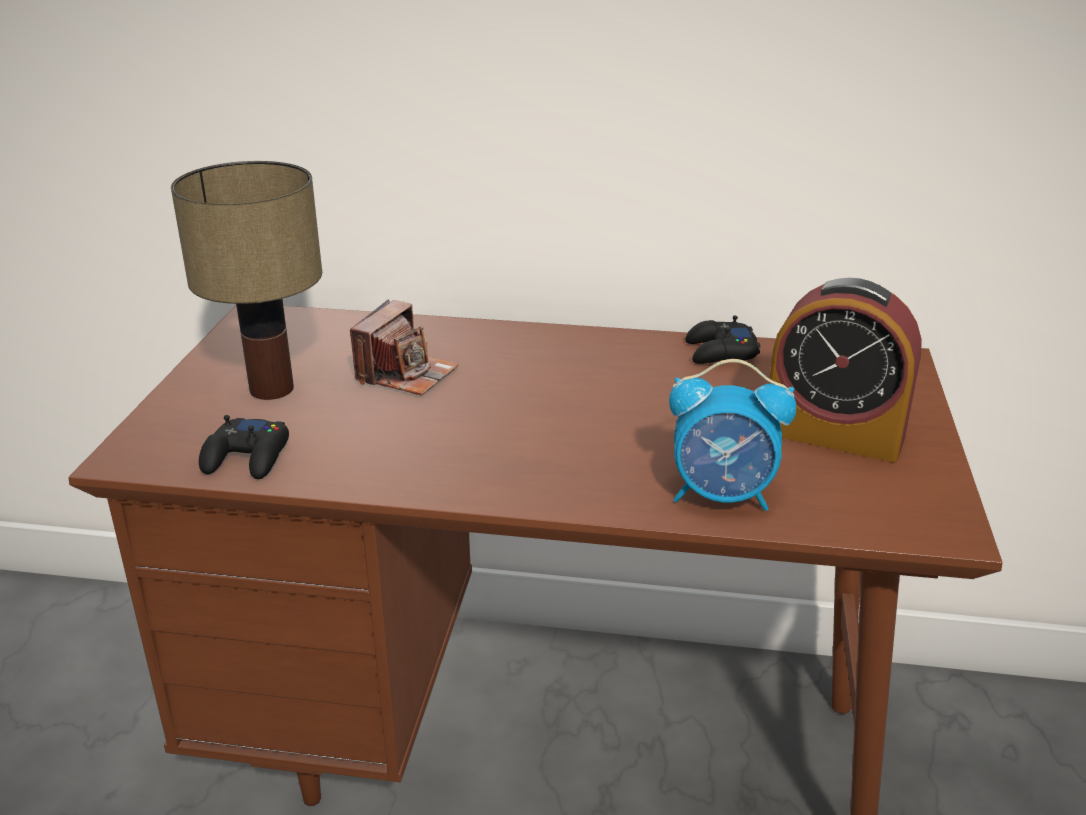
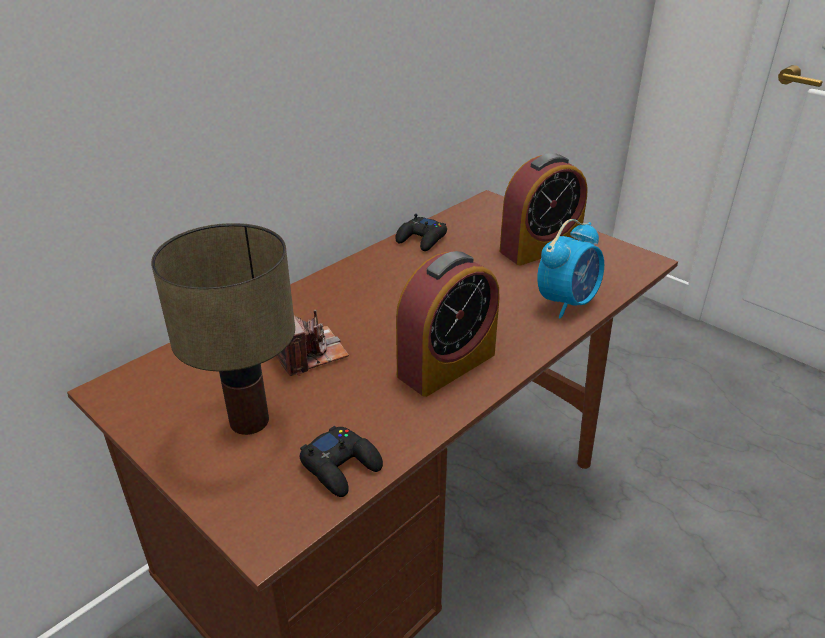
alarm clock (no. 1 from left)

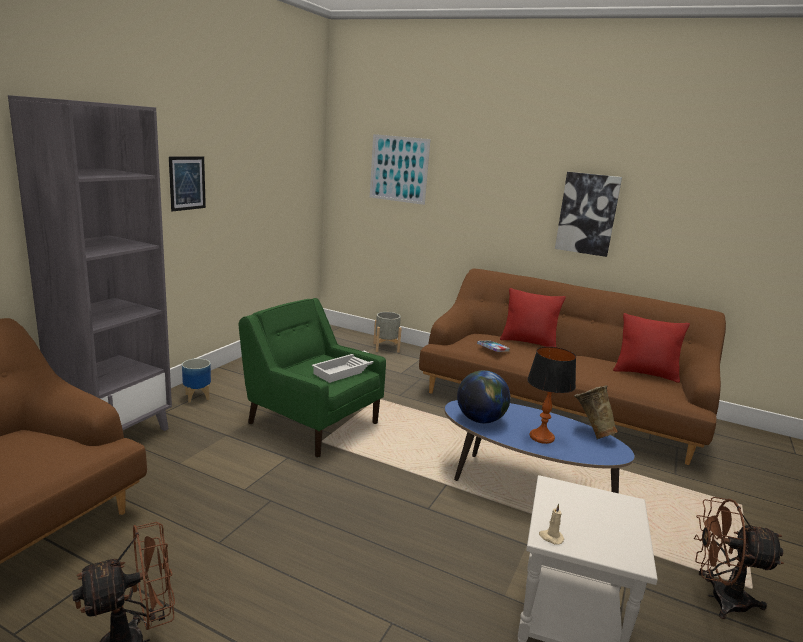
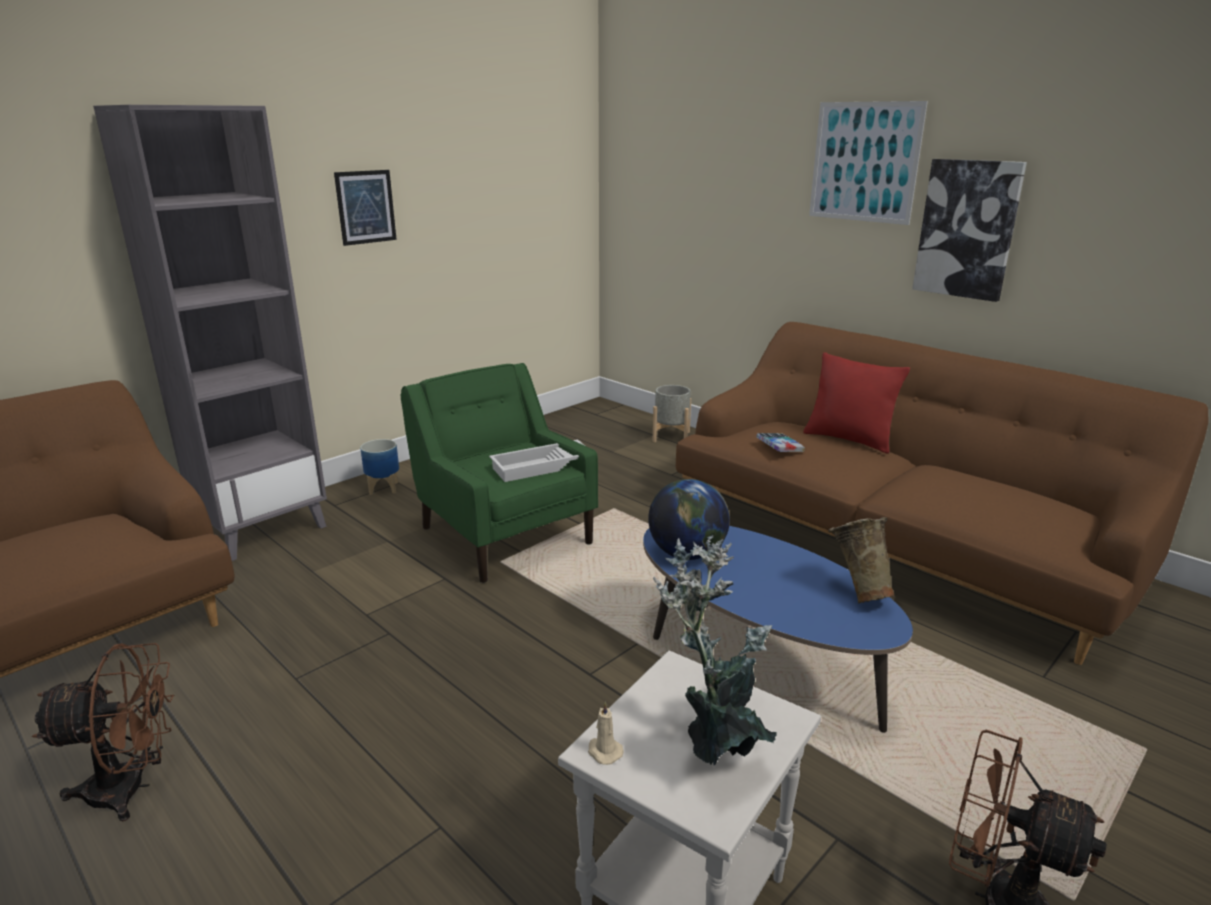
table lamp
red pillow (no. 2 from left in the first image)
potted plant
picture (no. 2 from left)

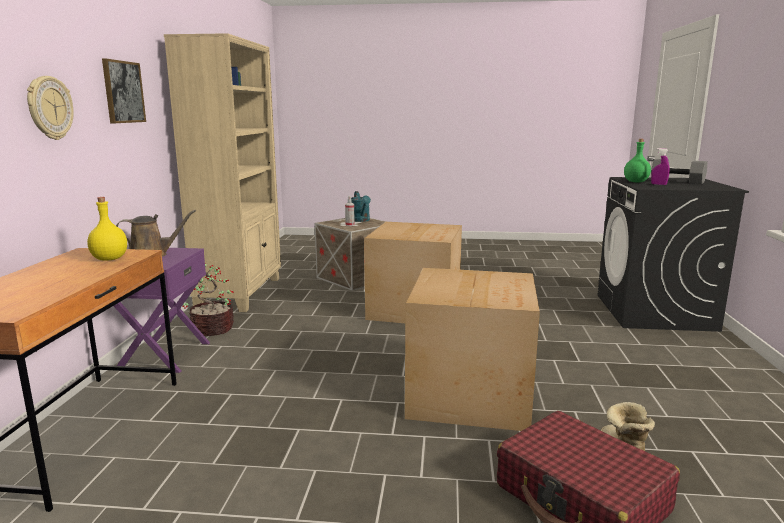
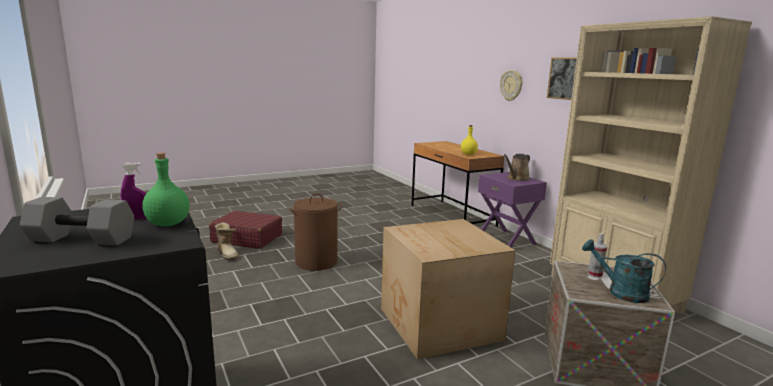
potted plant
brown laundry basket

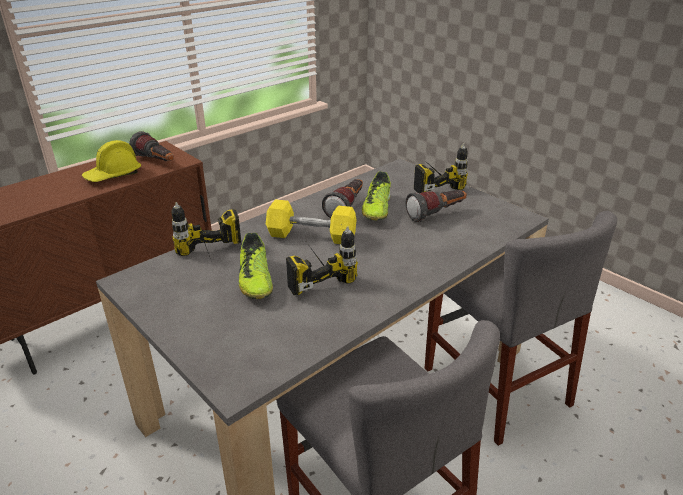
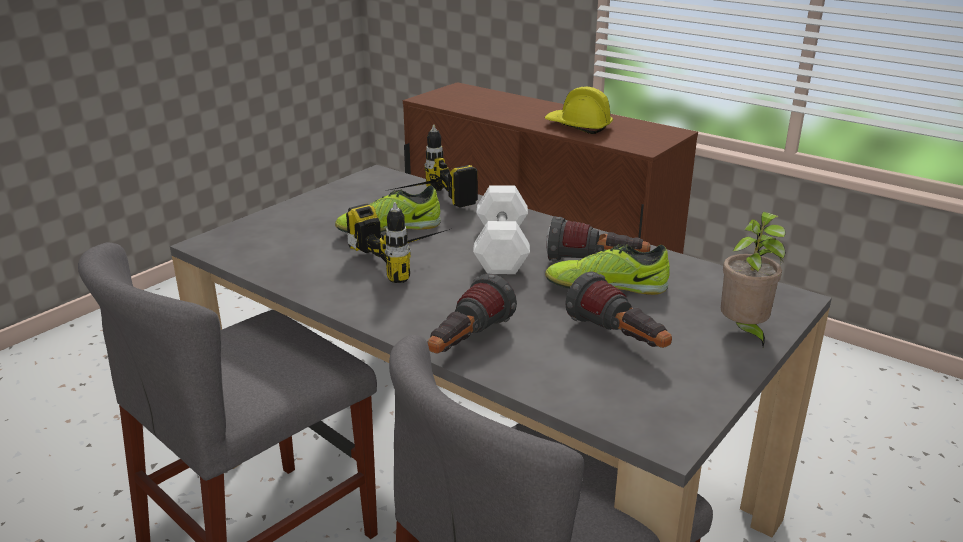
flashlight (no. 1 from left)
potted plant
white dumbbell

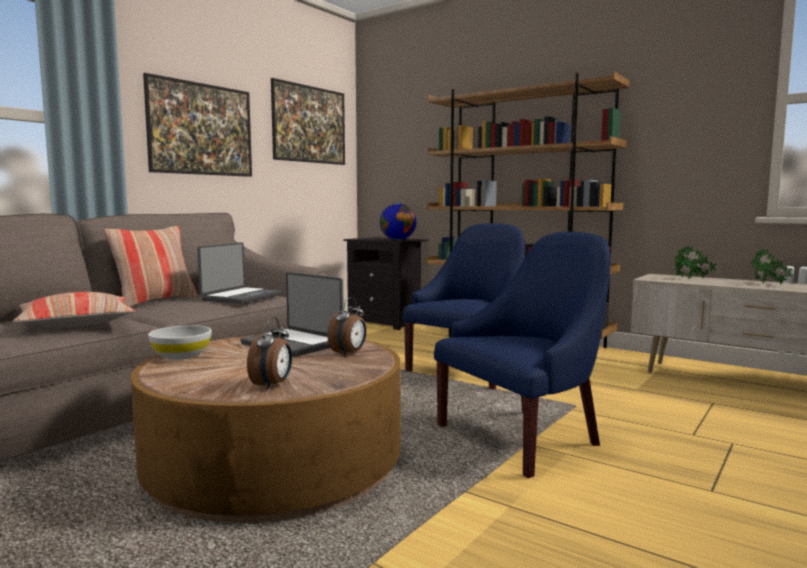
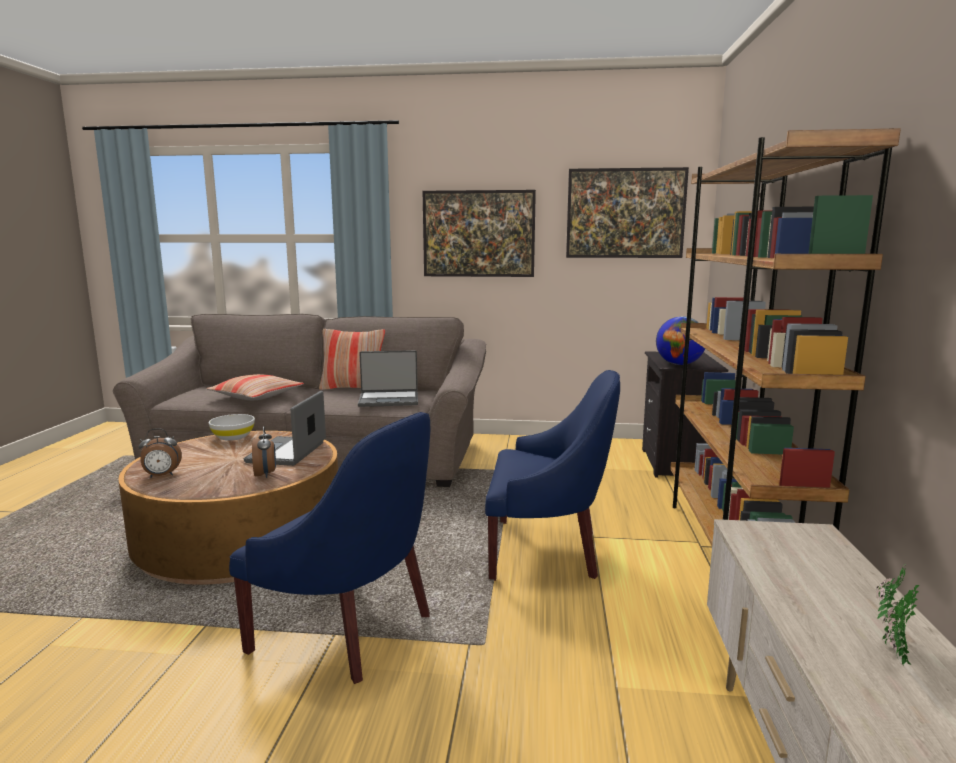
potted plant (no. 1 from left in the first image)
alarm clock (no. 2 from left)

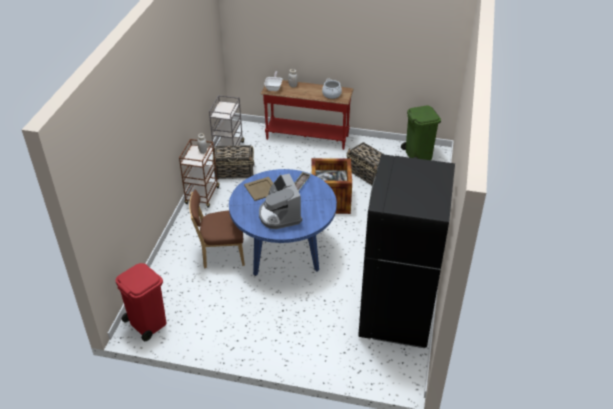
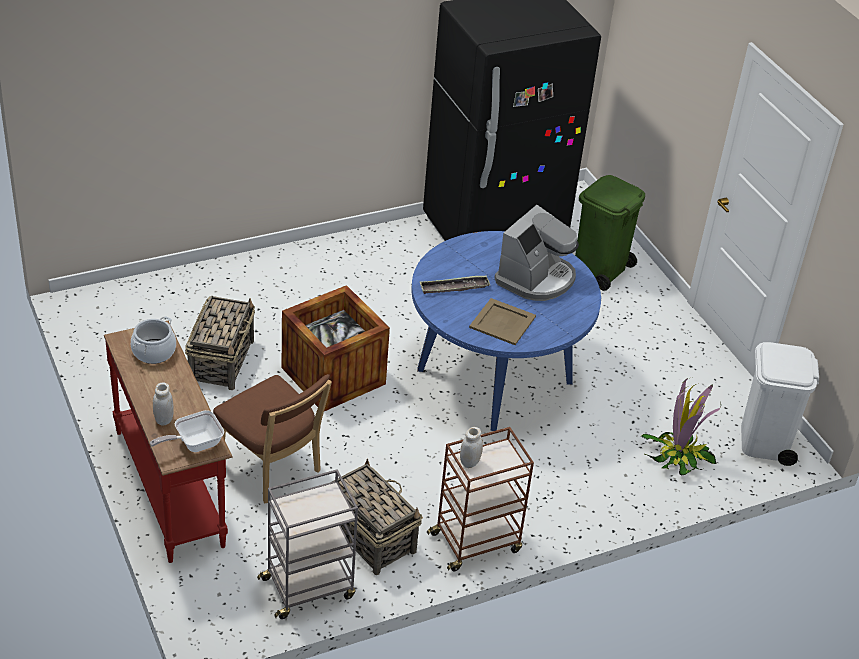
potted plant
brown chair
green trash can
white trash can

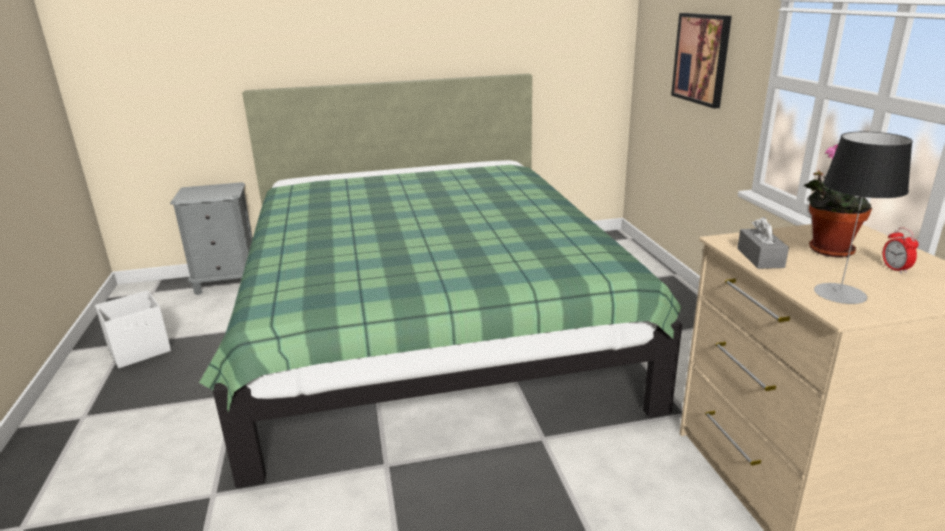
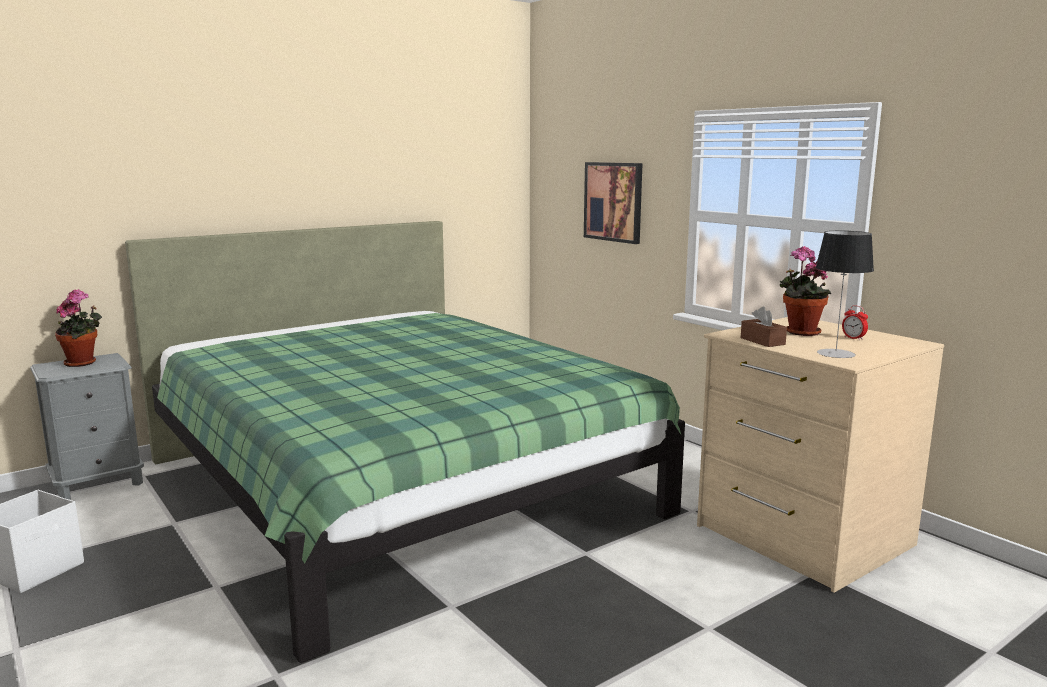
potted plant (no. 1 from left)
brown tissue box

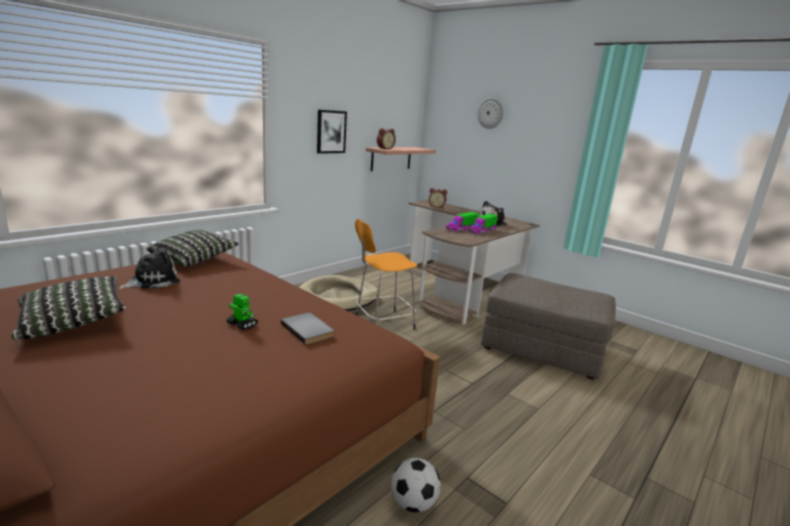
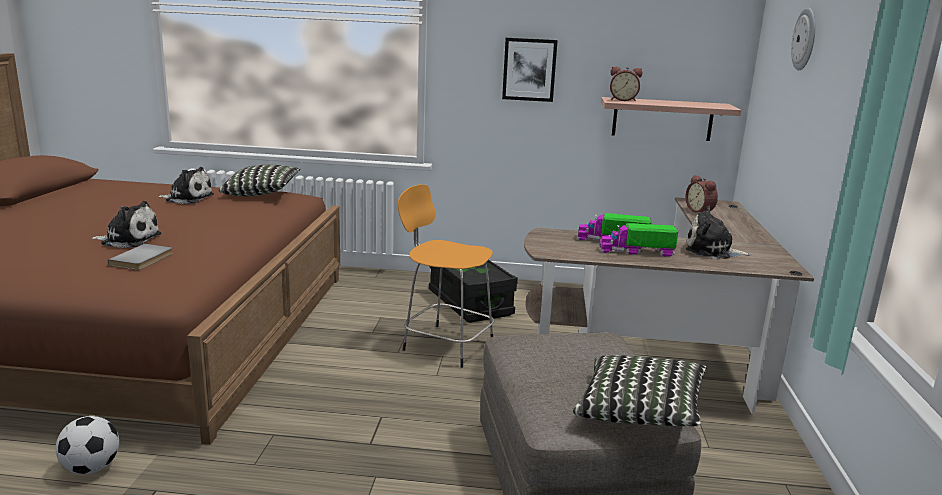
pillow (no. 2 from left)
plush toy (no. 1 from left)
black storage box

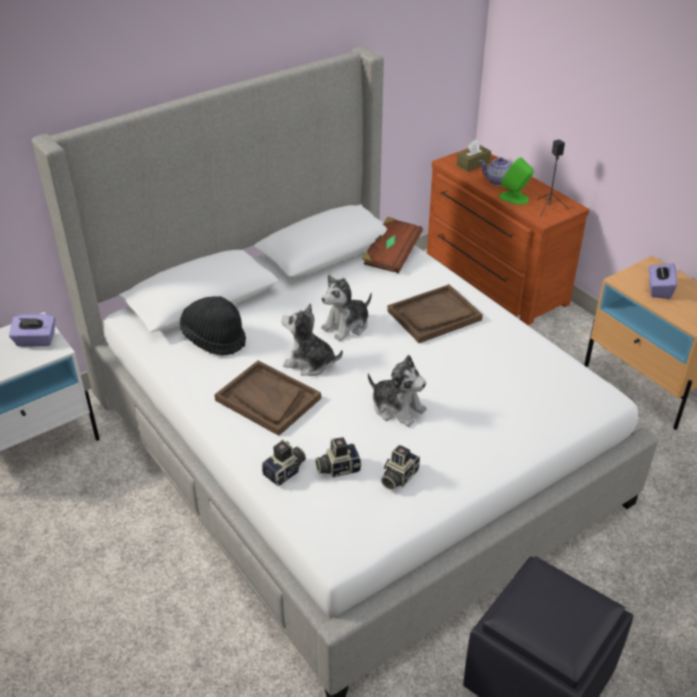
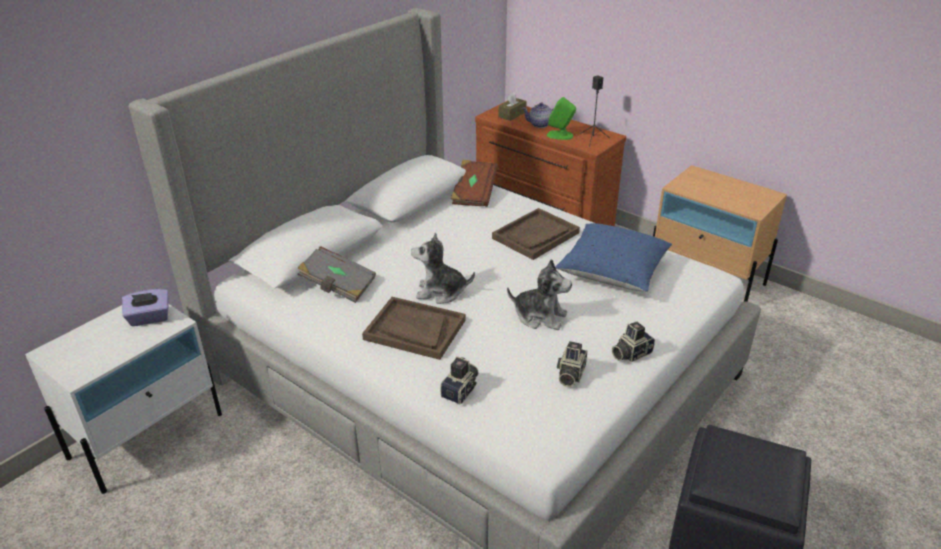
plush toy (no. 2 from left in the first image)
purple tissue box (no. 2 from left in the first image)
blue pillow
photo camera (no. 3 from left)
grey book

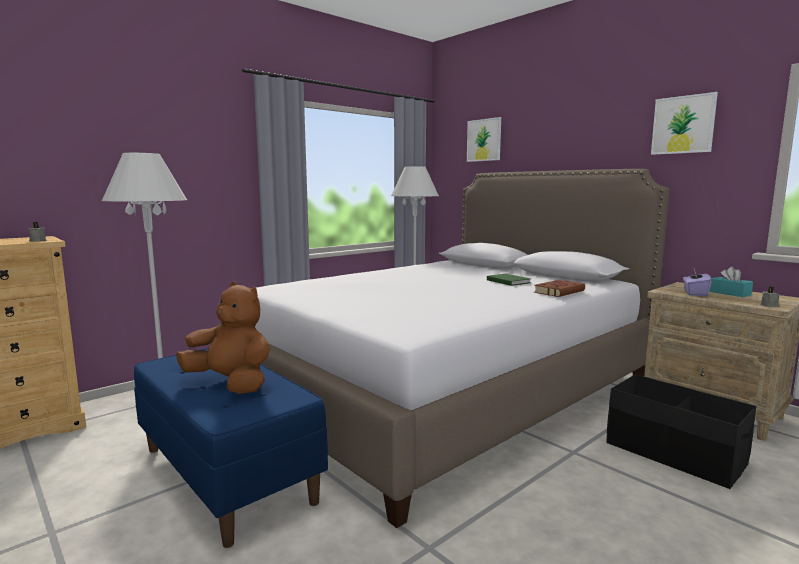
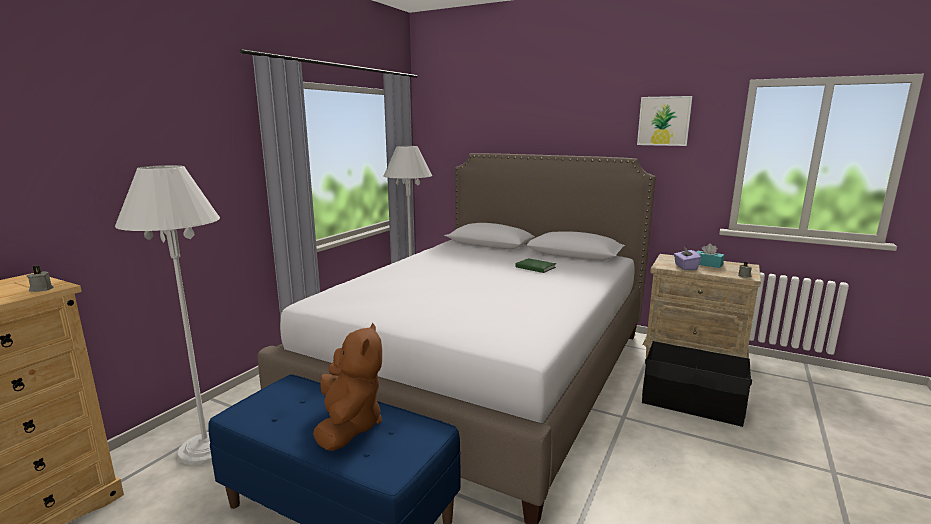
picture (no. 1 from left in the first image)
brown book
brown plush toy

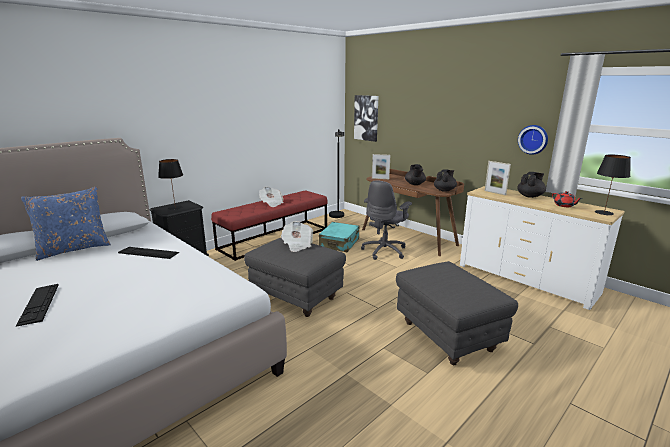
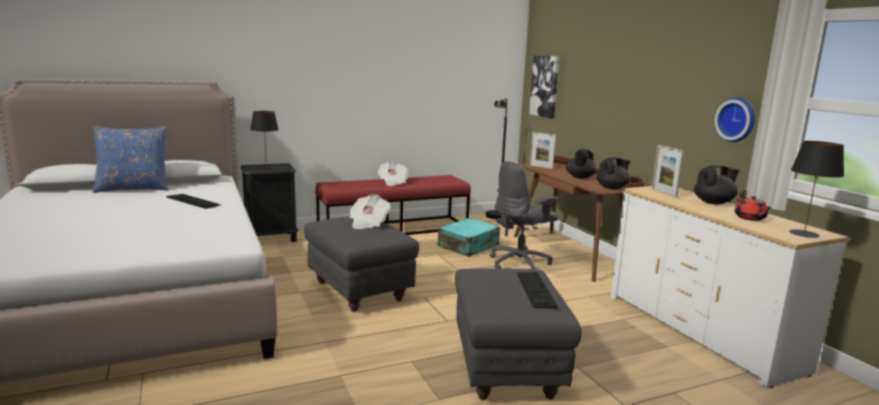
keyboard (no. 2 from left)

